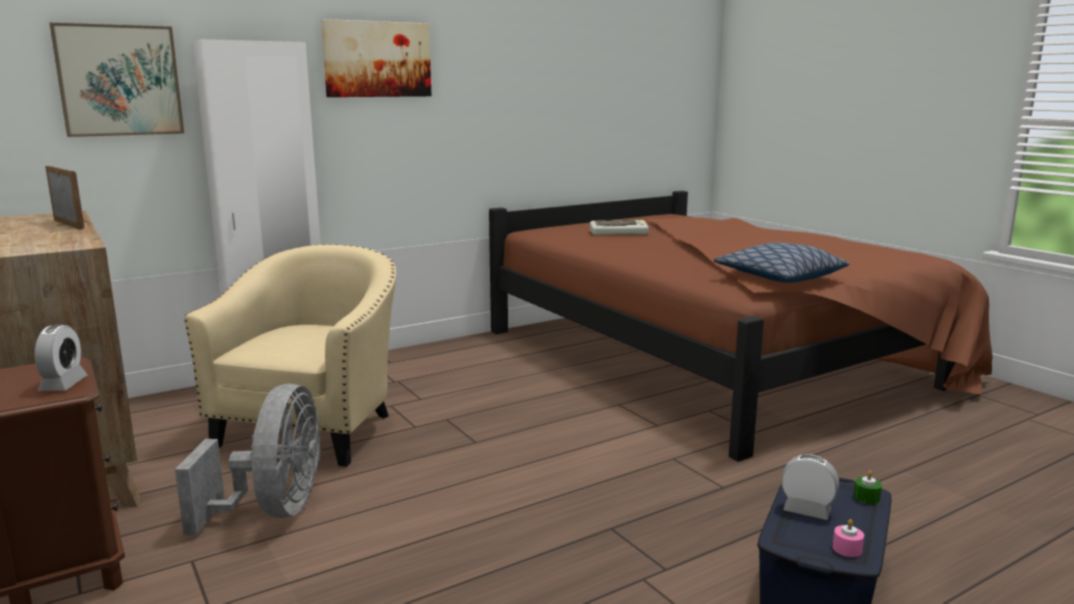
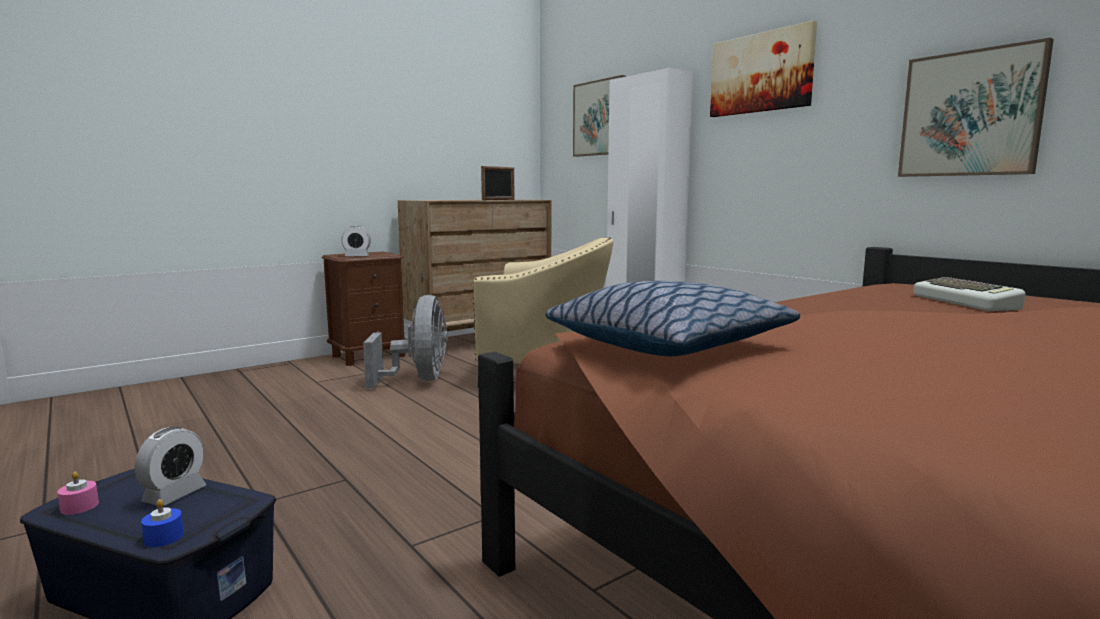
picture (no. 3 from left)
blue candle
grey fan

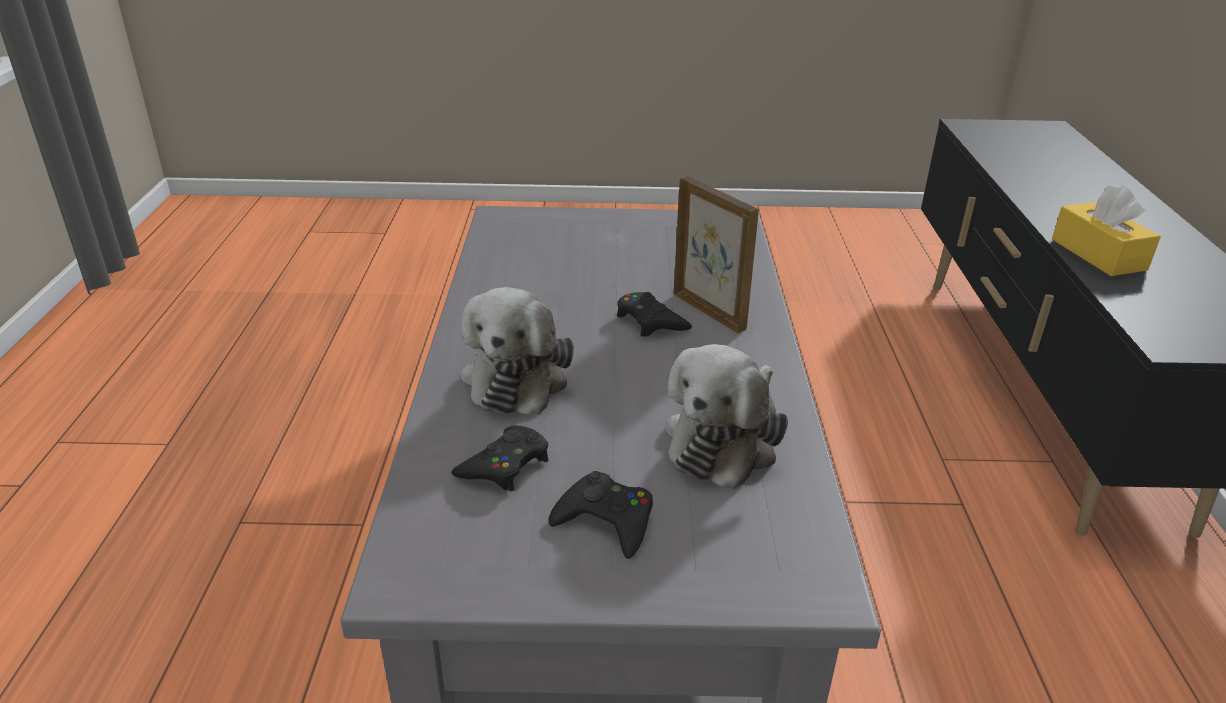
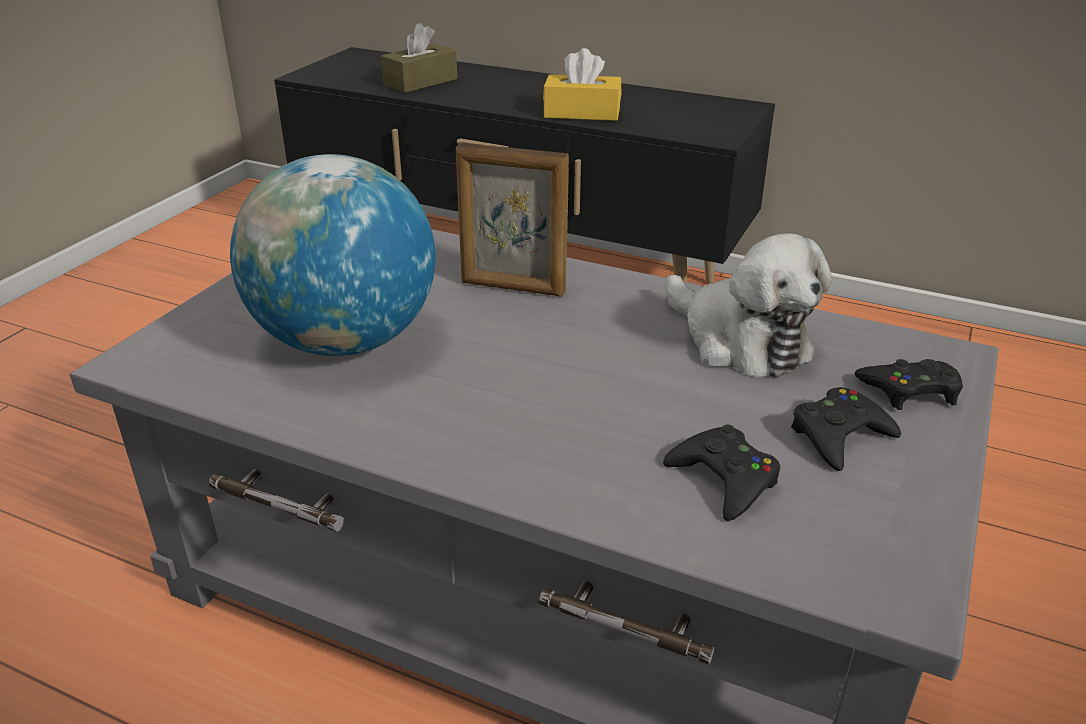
plush toy (no. 1 from left in the first image)
globe
brown tissue box
black game controller (no. 3 from left)
picture frame

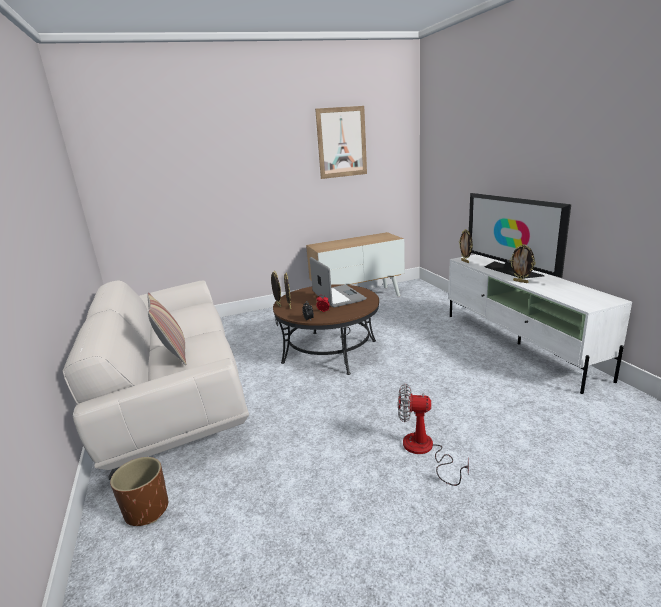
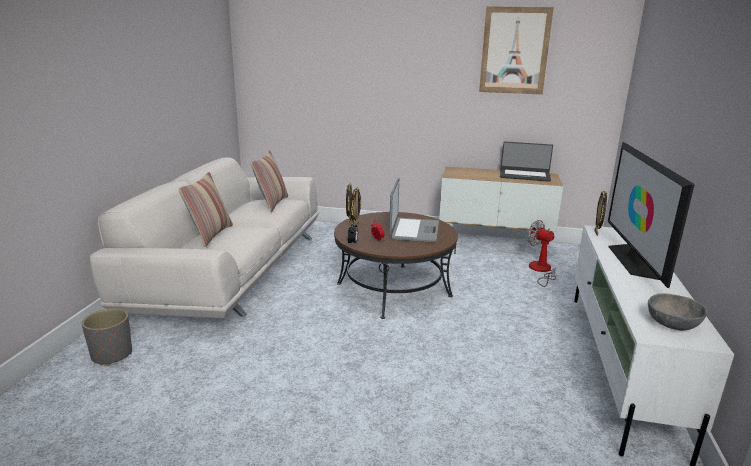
picture frame (no. 4 from left in the first image)
pillow (no. 2 from left)
laptop (no. 2 from left)
grey bowl
fan
grey planter

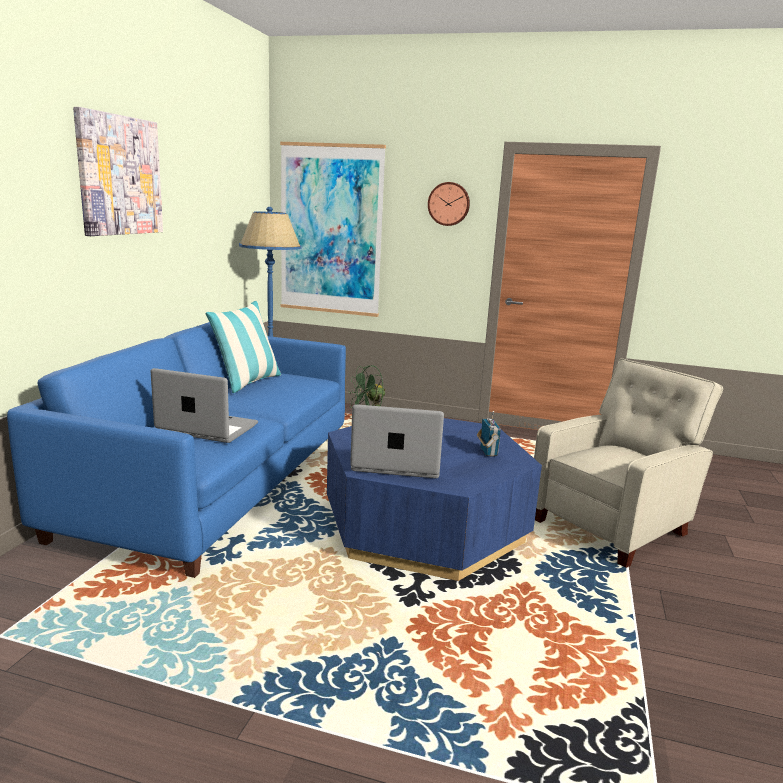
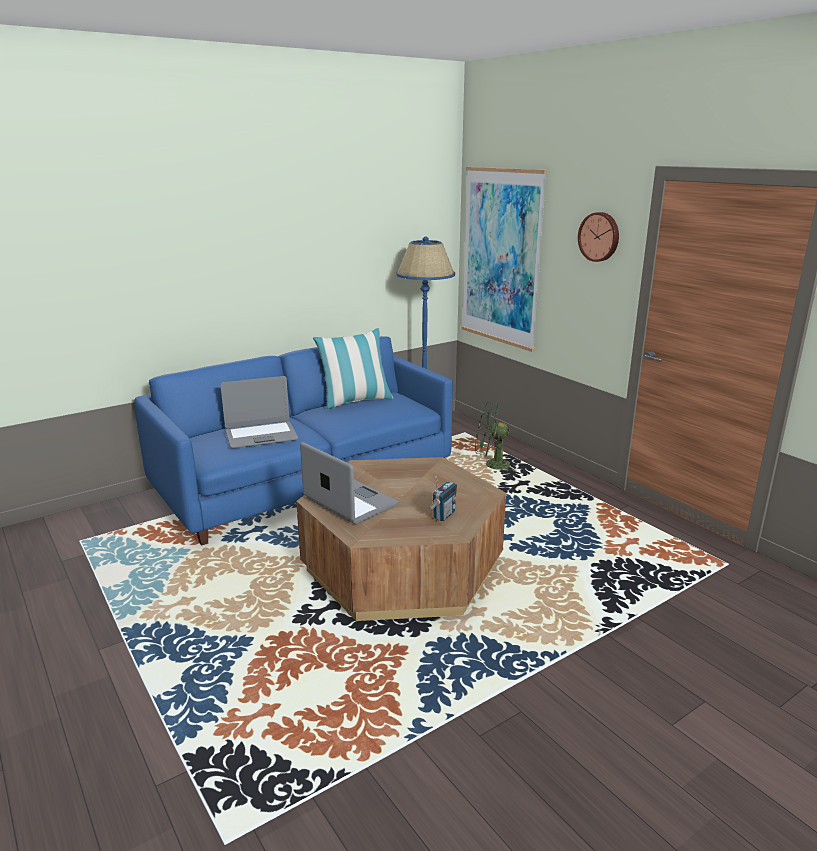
picture (no. 1 from left in the first image)
beige armchair
brown coffee table
laptop (no. 1 from left)

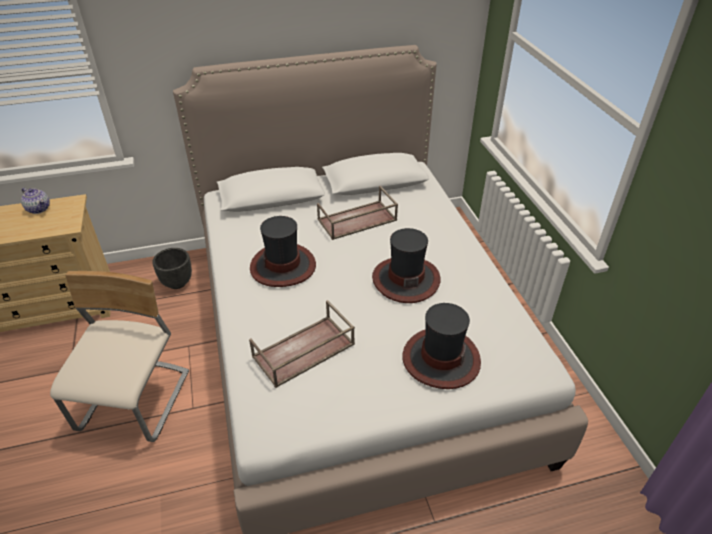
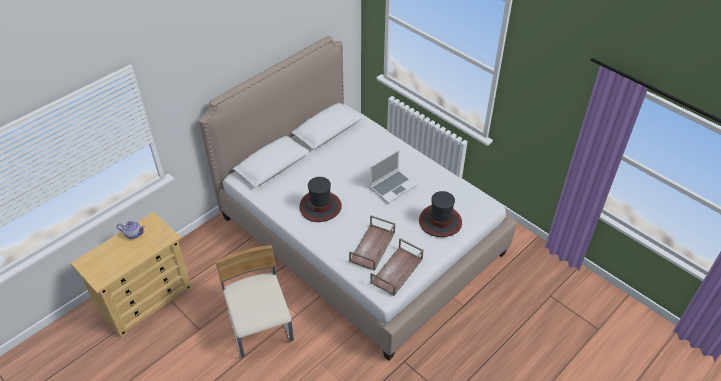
black planter
brown tray (no. 2 from left)
laptop

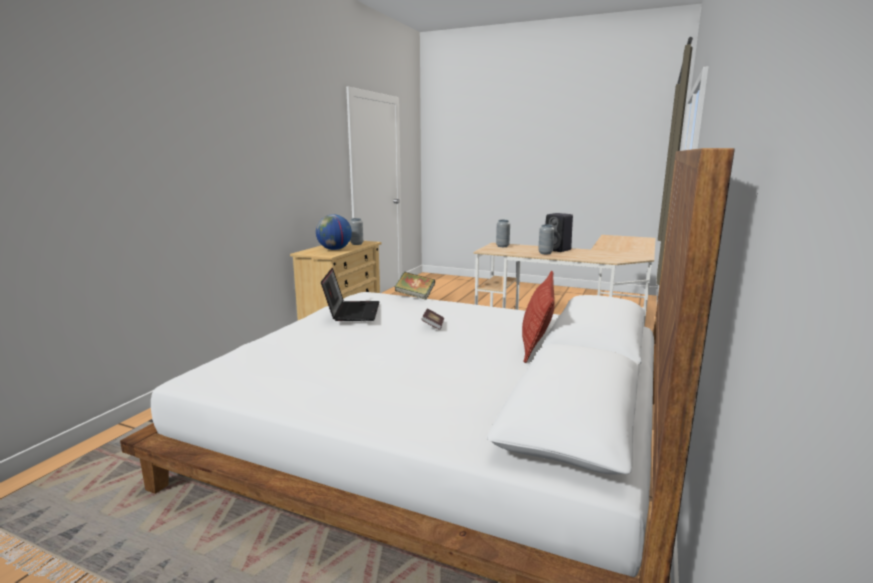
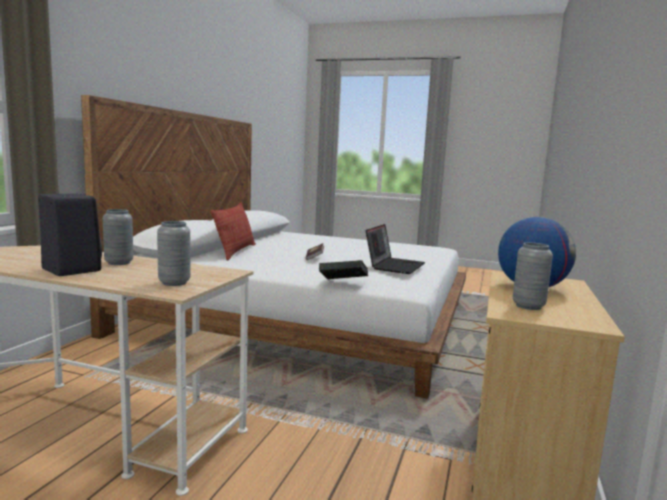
laptop

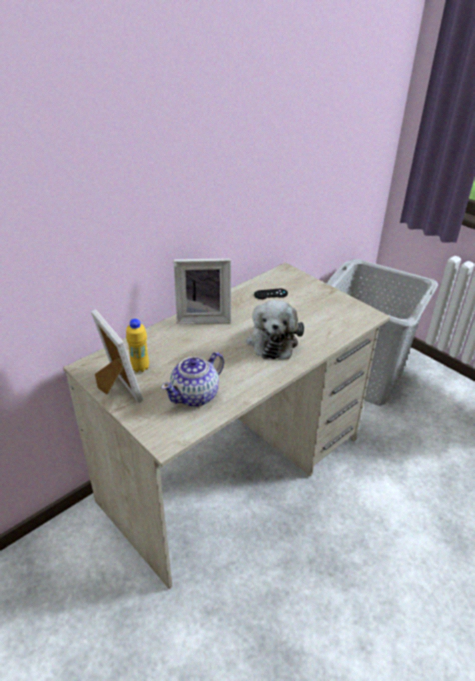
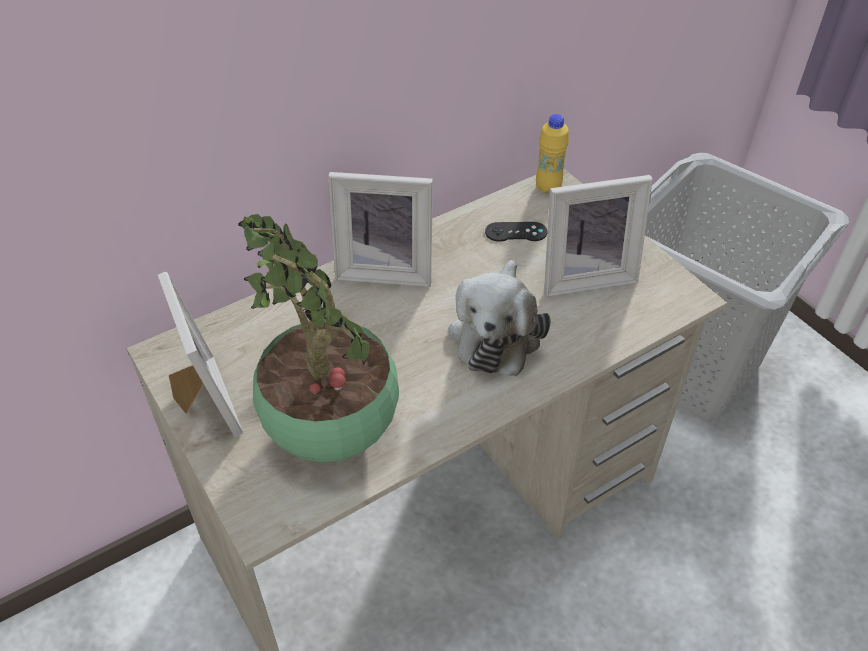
picture frame (no. 3 from left)
yellow bottle
potted plant

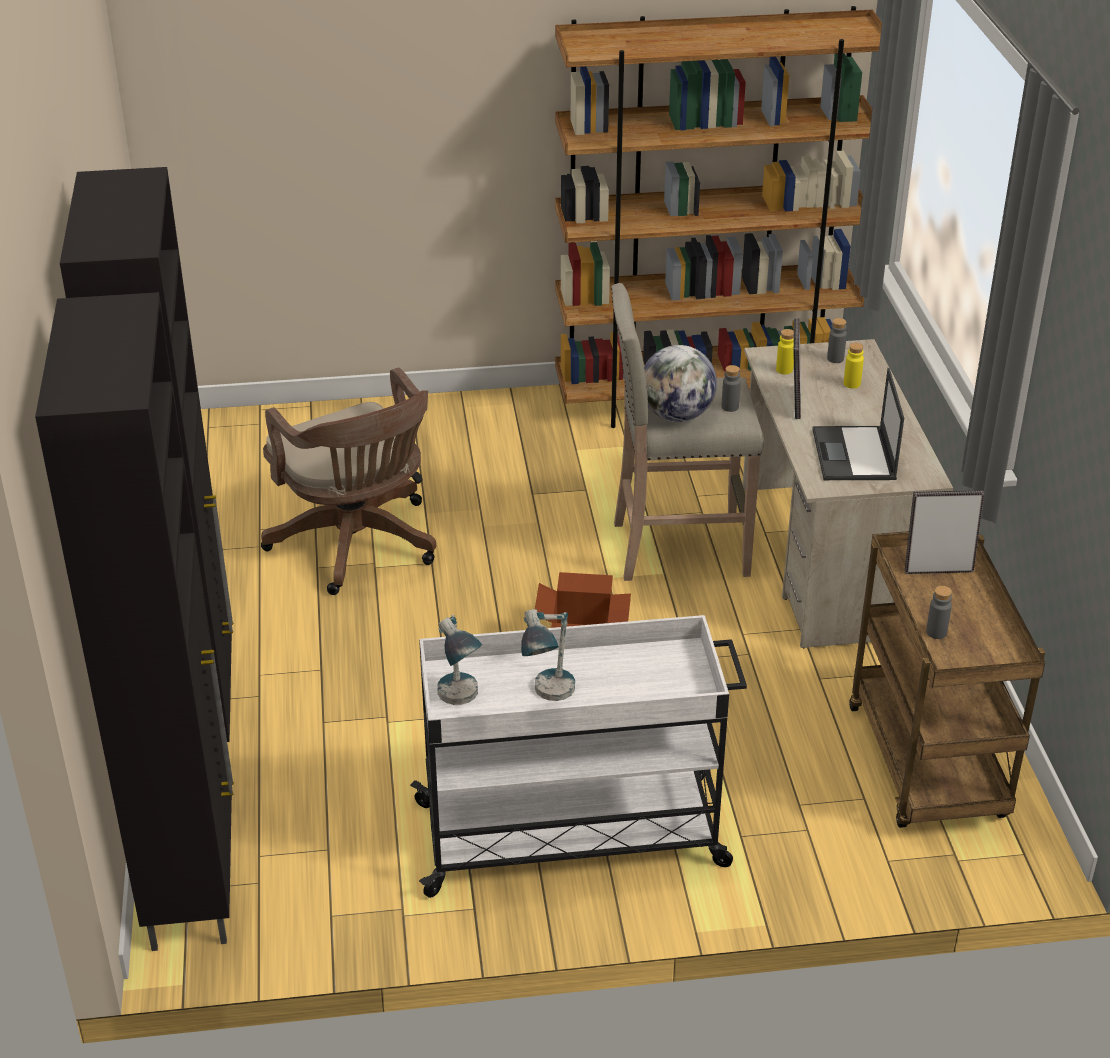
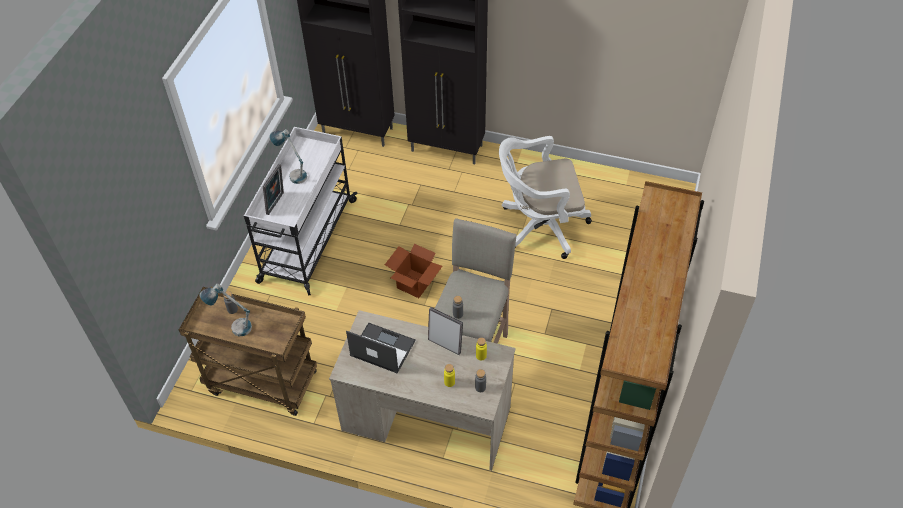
globe
table lamp (no. 1 from left)
picture frame (no. 1 from left)
white office chair

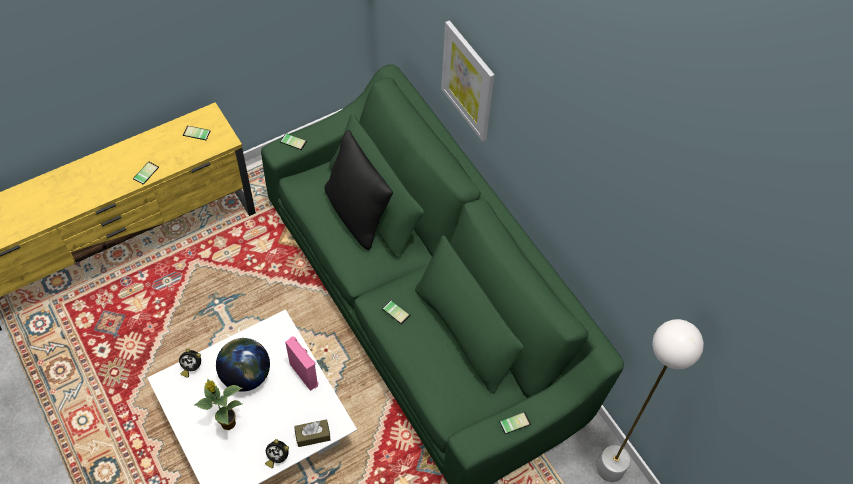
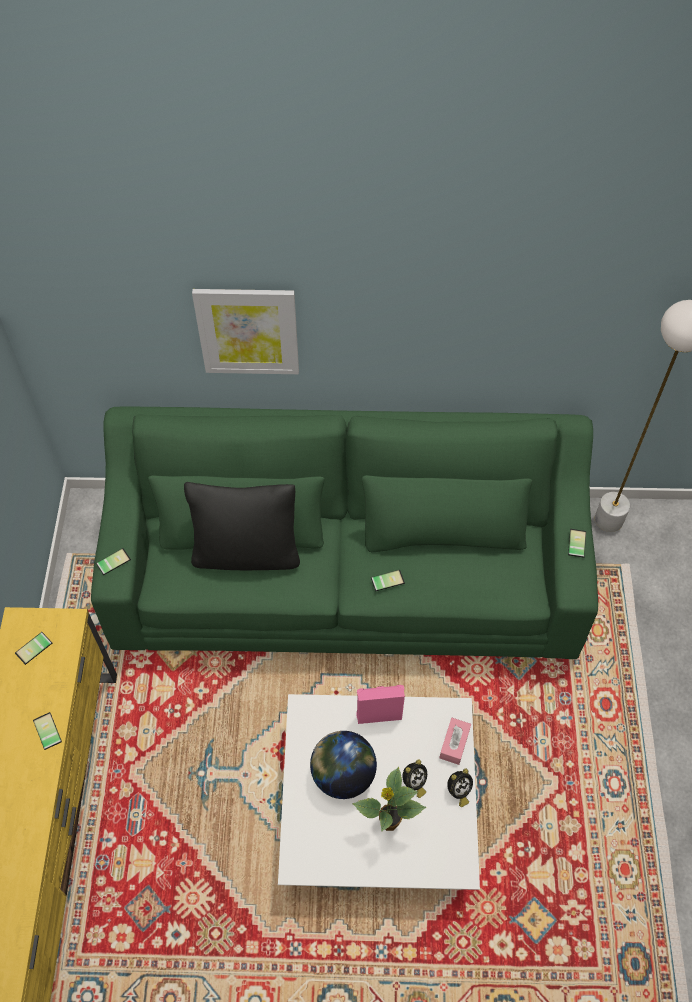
alarm clock (no. 1 from left)
pink tissue box

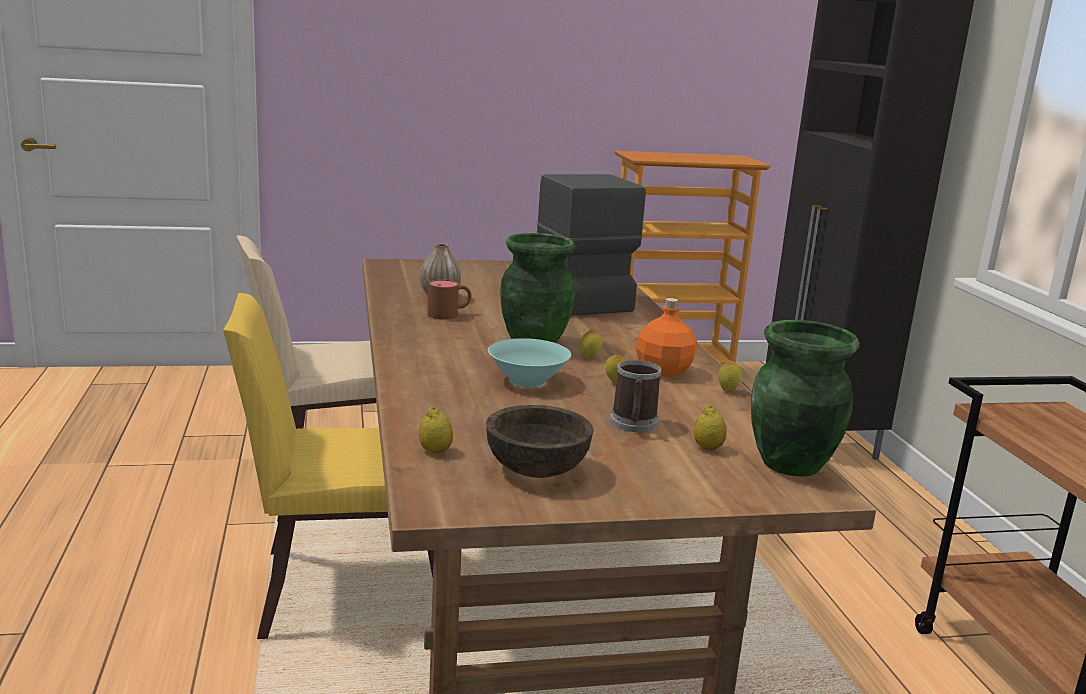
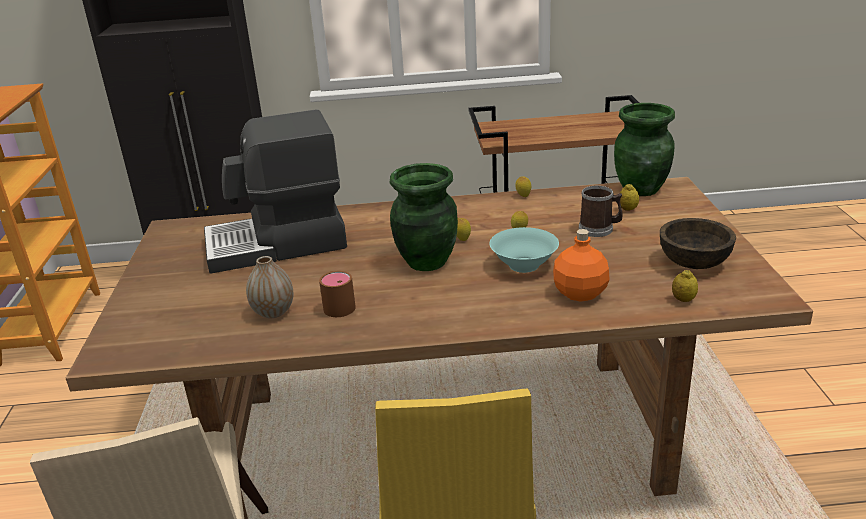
orange bottle

